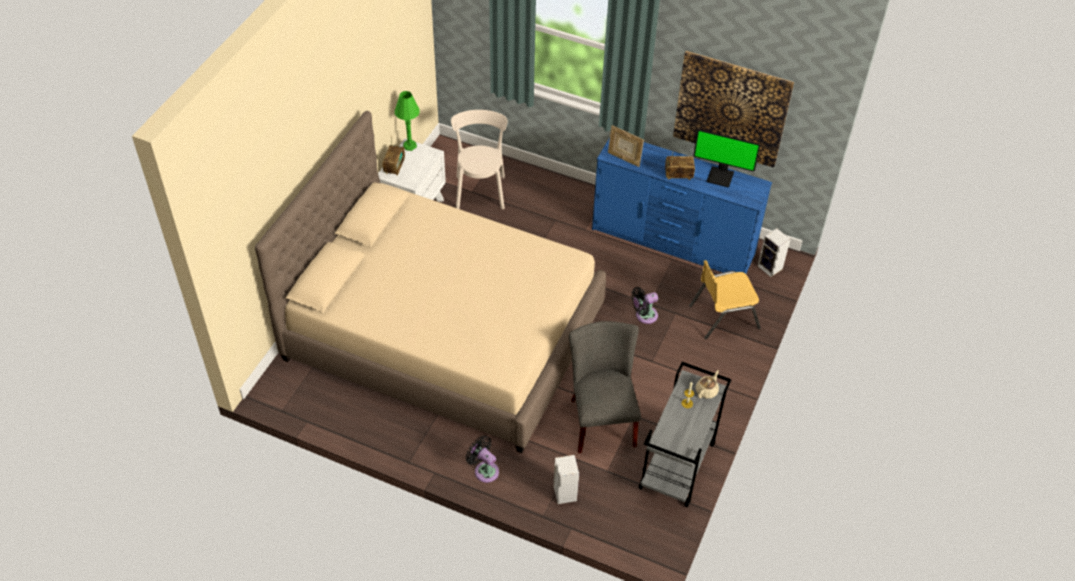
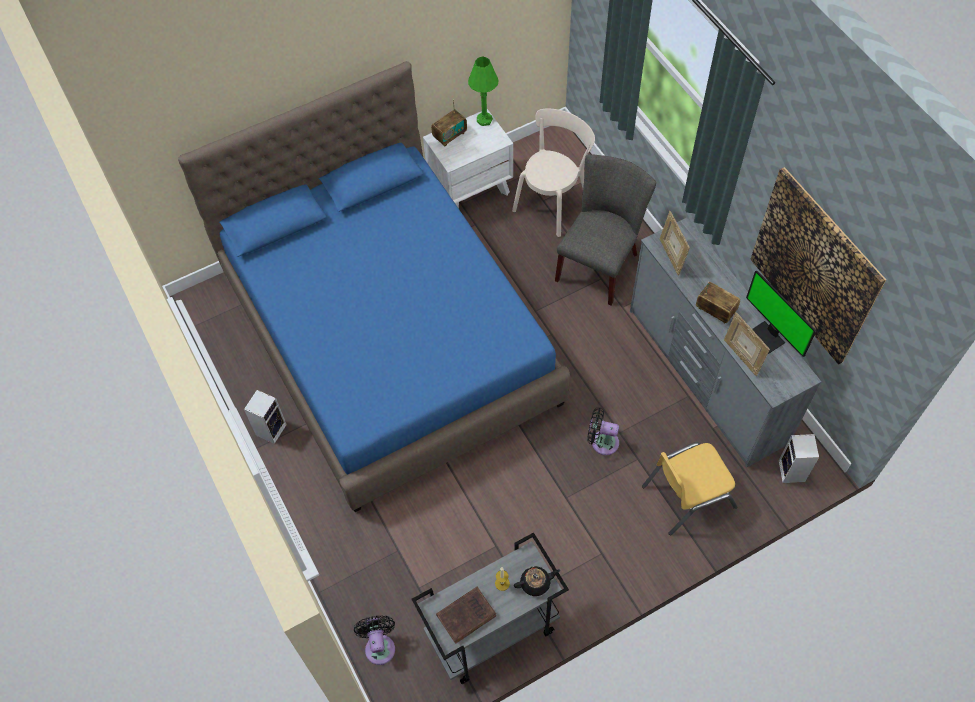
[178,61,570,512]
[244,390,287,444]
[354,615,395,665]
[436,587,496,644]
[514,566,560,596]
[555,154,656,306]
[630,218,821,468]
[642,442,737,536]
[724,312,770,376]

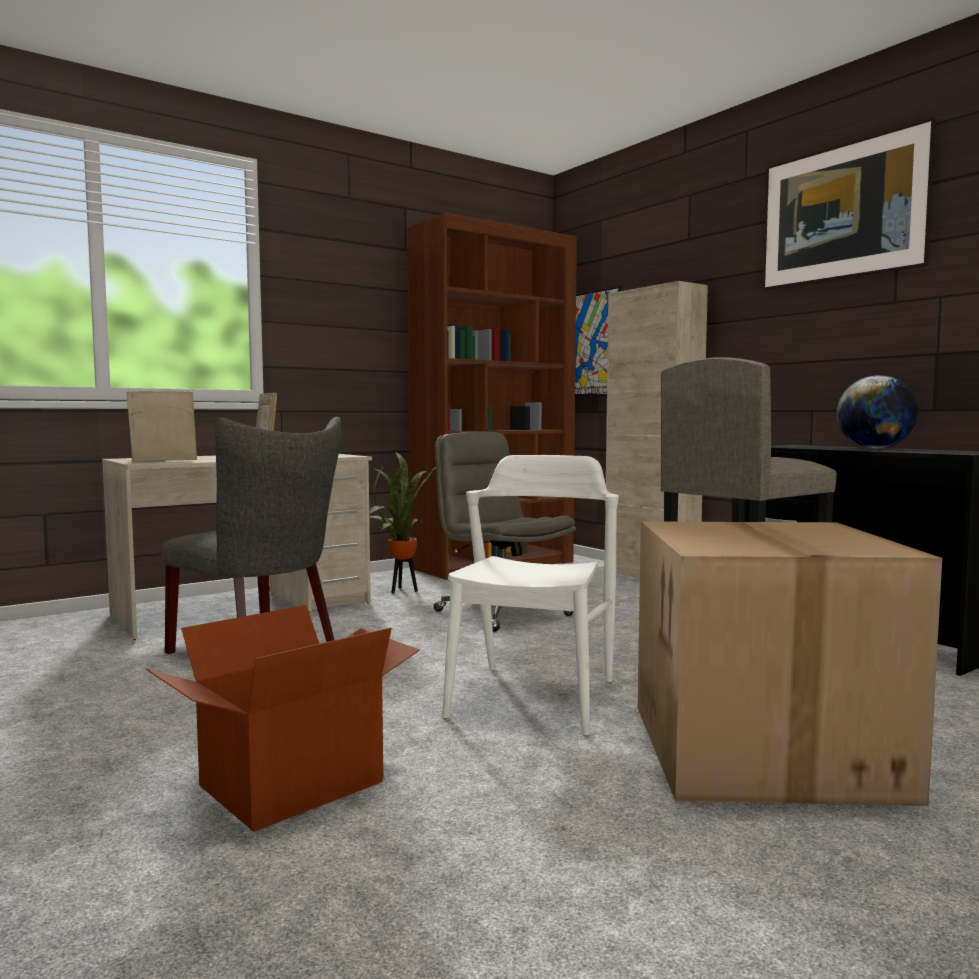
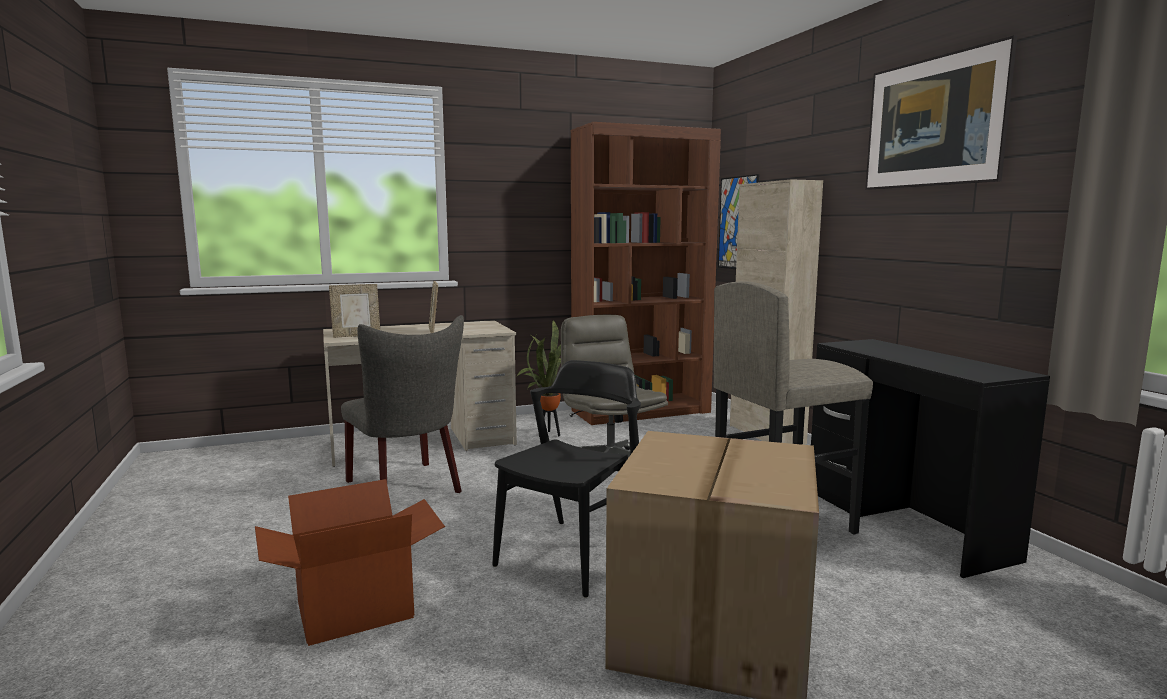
[329,284,380,338]
[492,360,641,598]
[837,375,918,449] (first image)

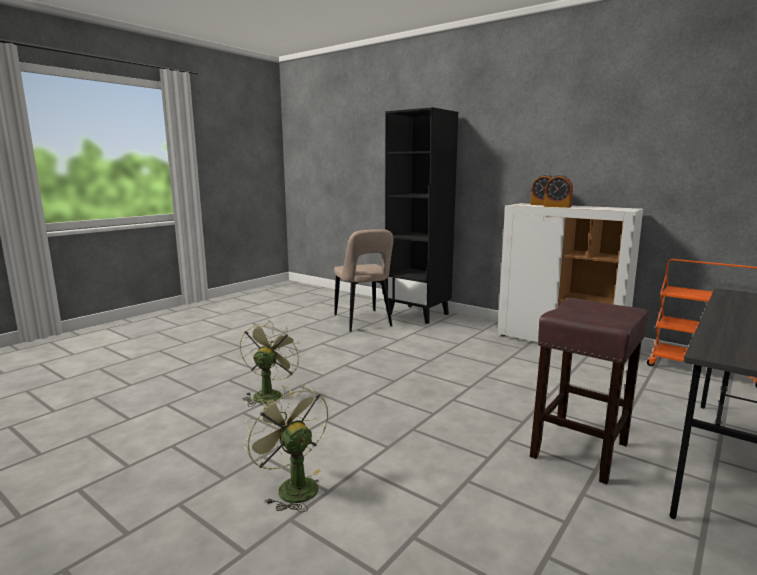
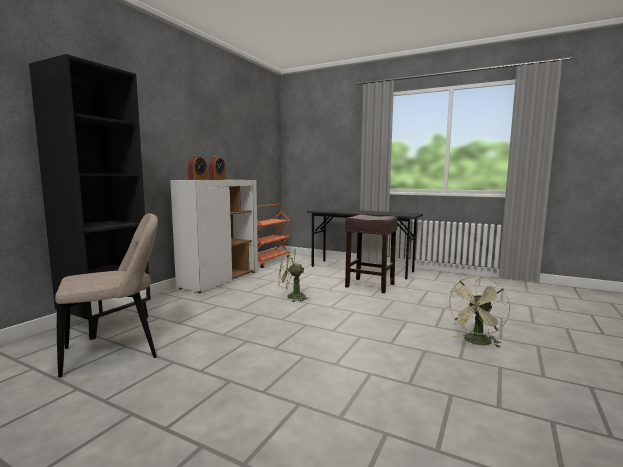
[278,248,308,302]

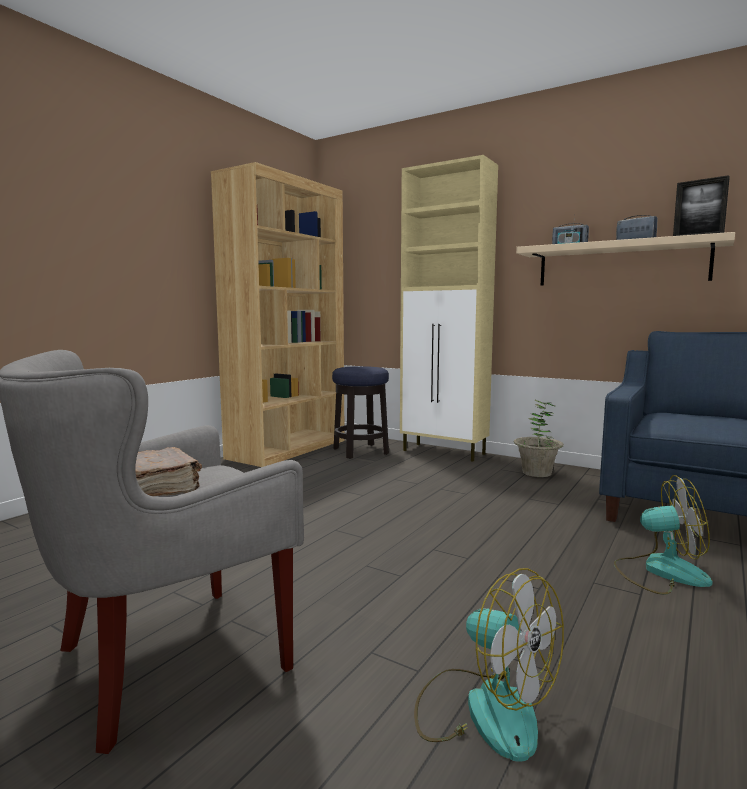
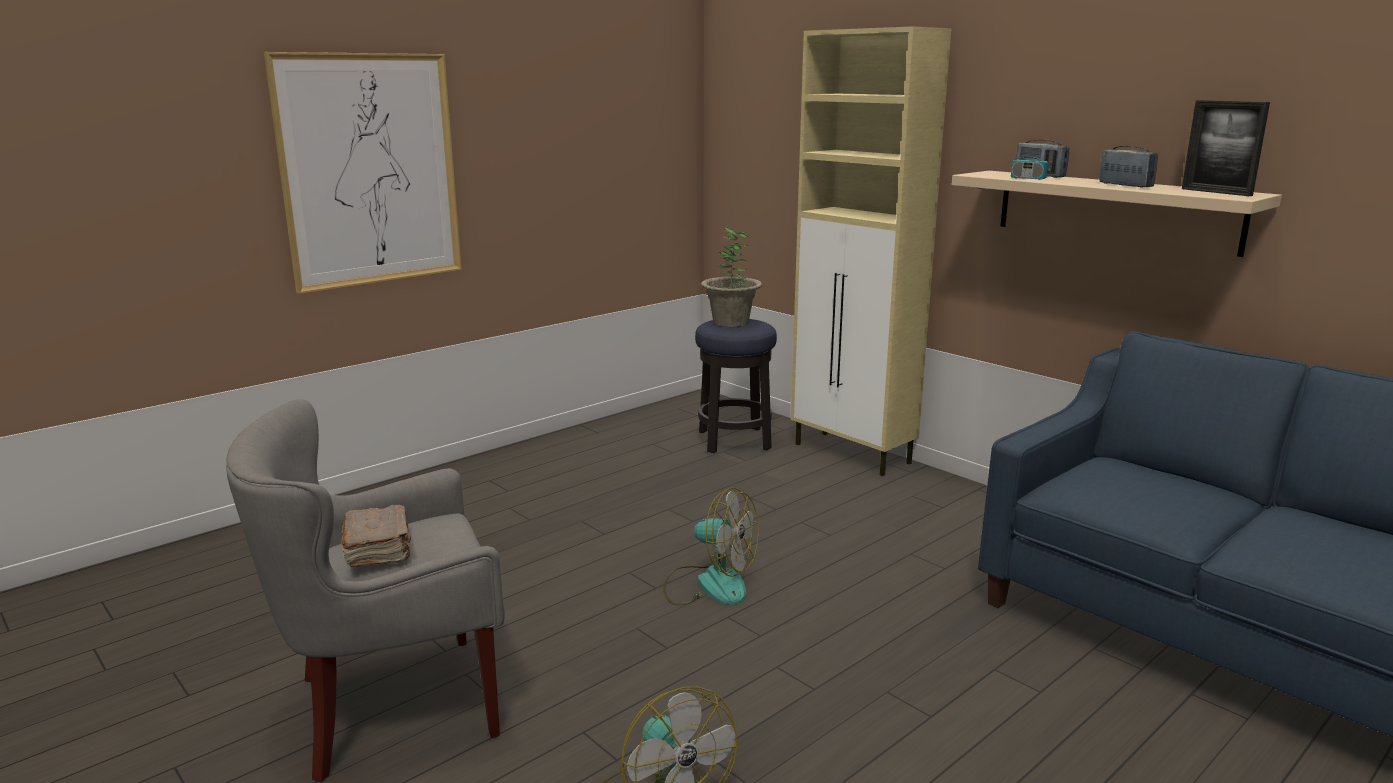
[264,52,462,294]
[663,487,759,605]
[701,227,762,327]
[211,162,345,467] (first image)

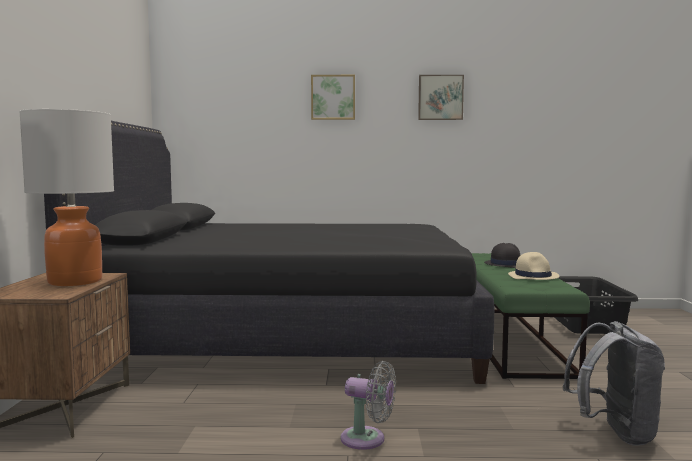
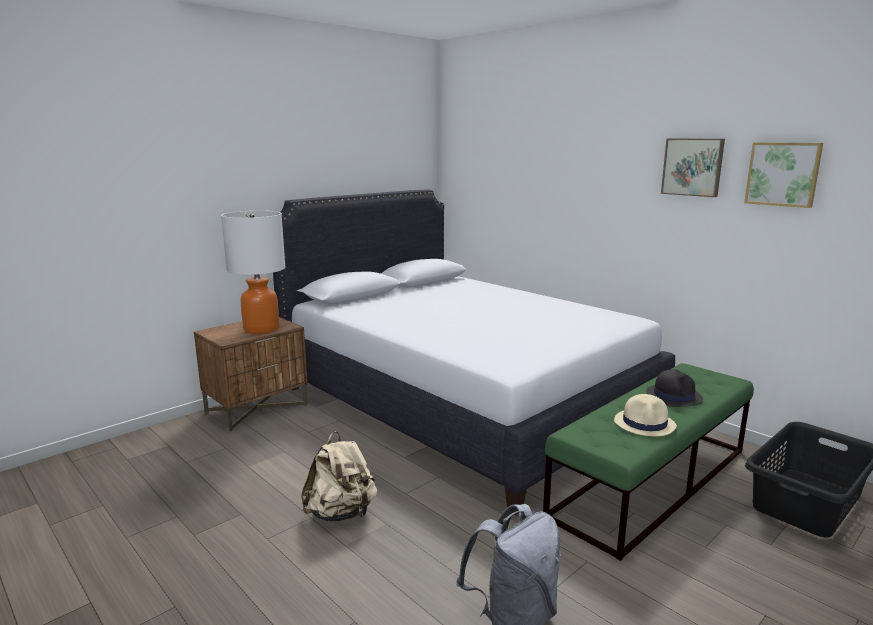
[273,189,675,515]
[301,431,377,521]
[744,142,823,208]

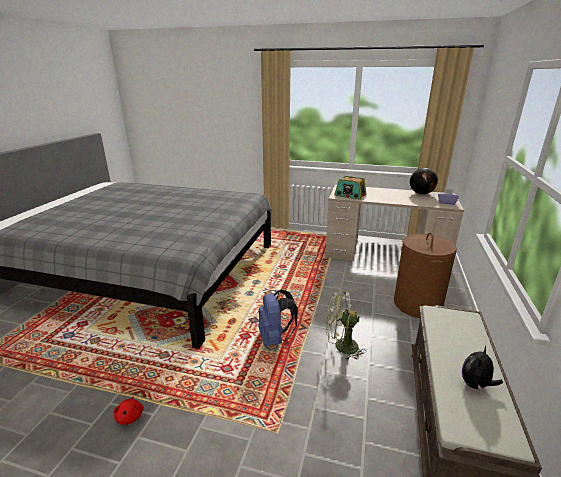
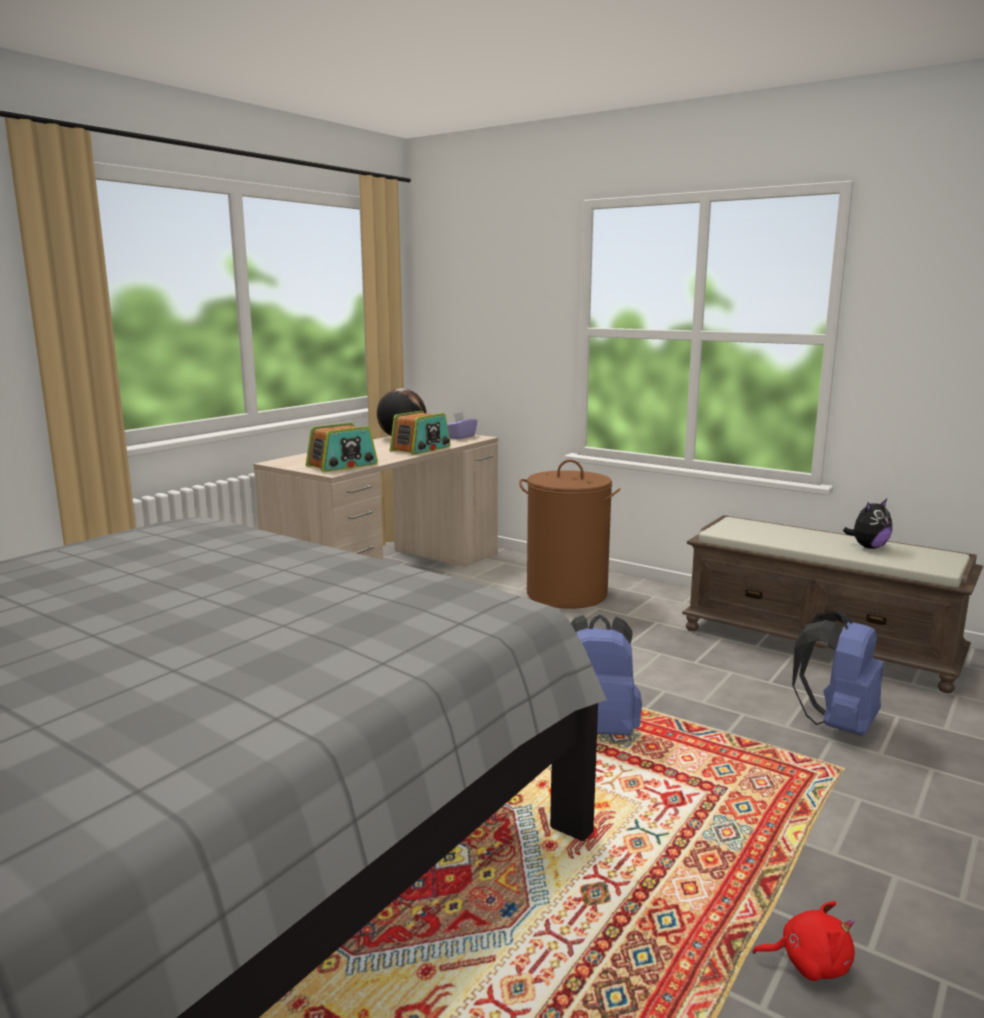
[390,411,450,455]
[792,610,884,736]
[843,499,892,549]
[326,290,366,361] (first image)

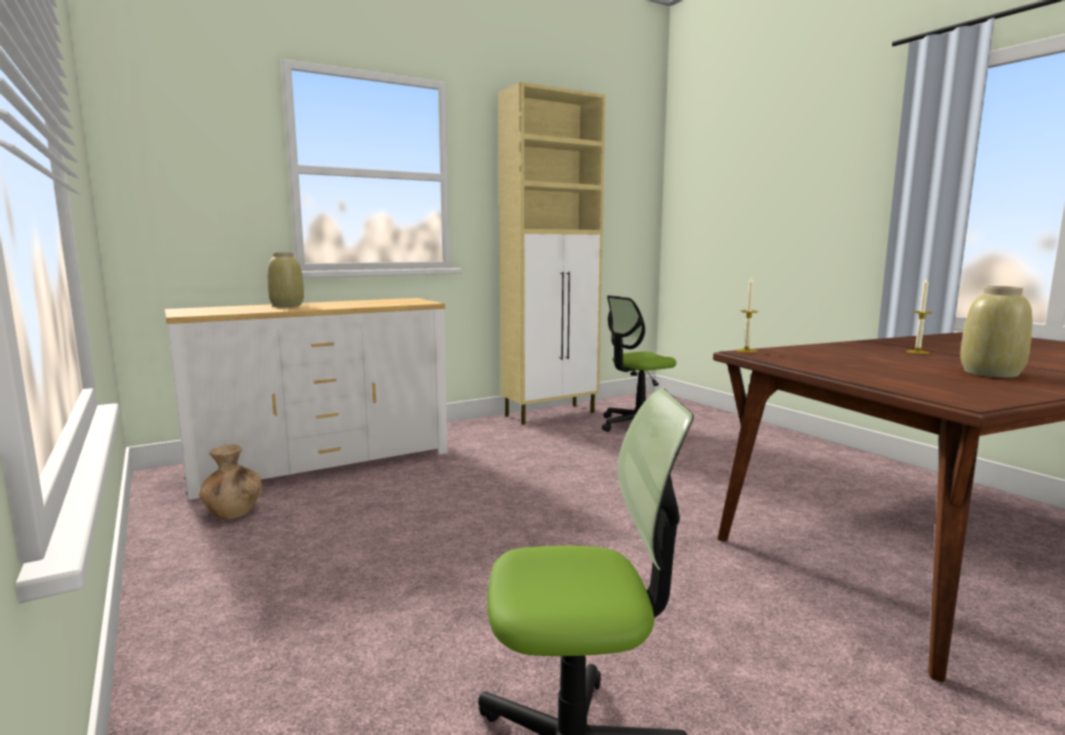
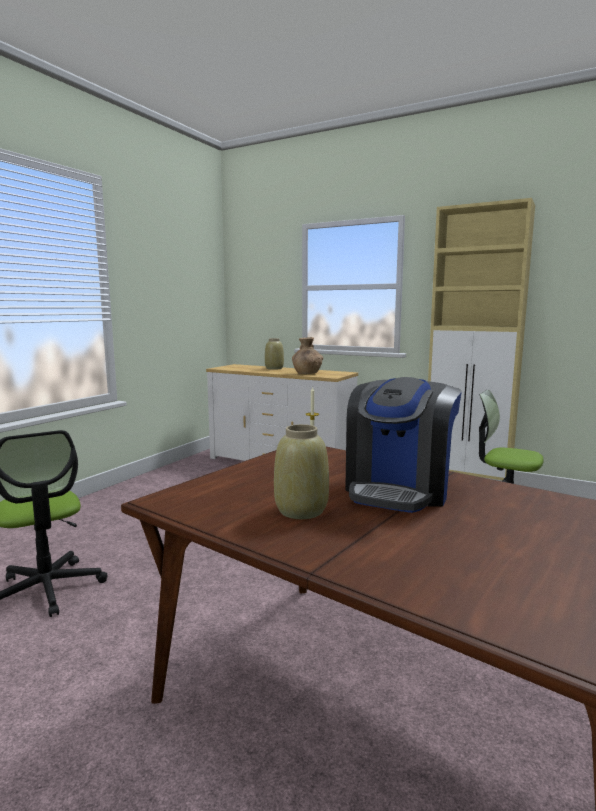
[292,337,323,374]
[345,377,462,513]

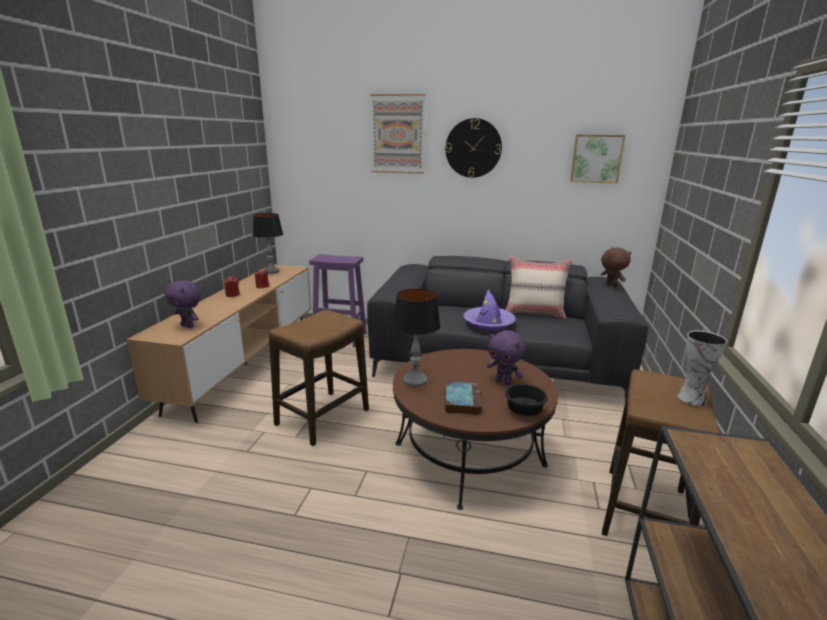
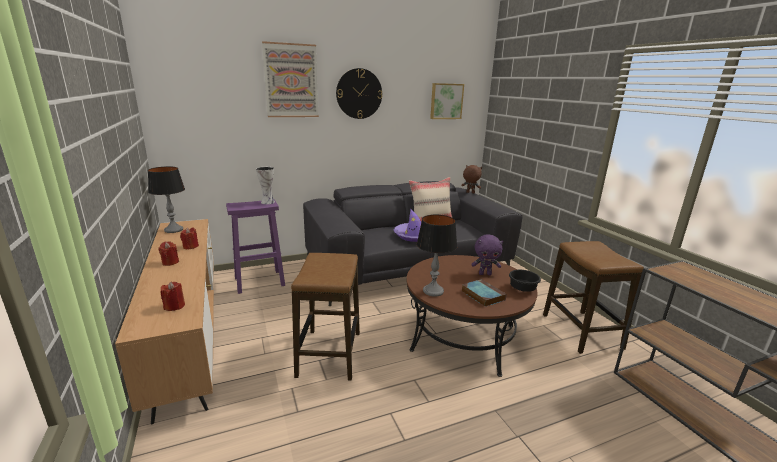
[160,281,185,311]
[256,167,275,204]

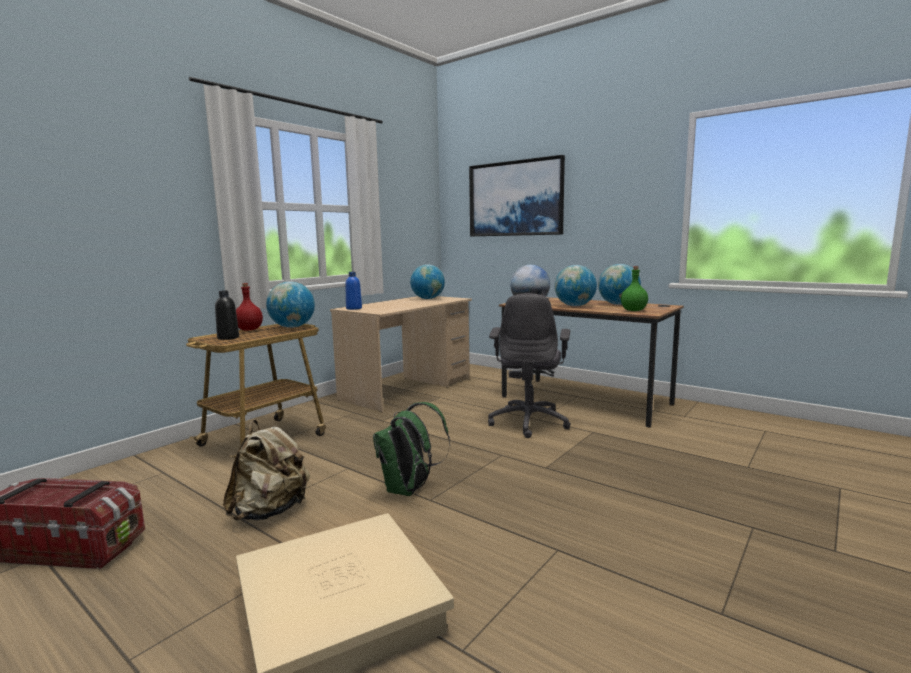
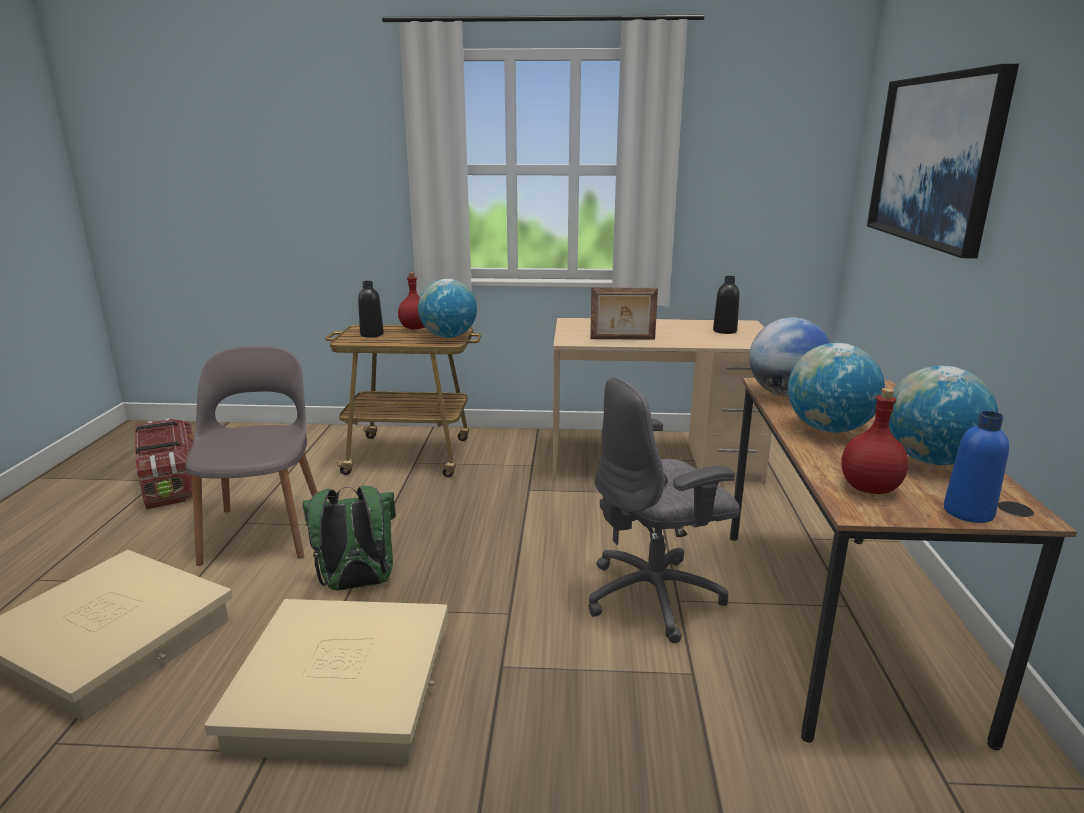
[185,346,318,566]
[204,599,448,764]
[590,287,658,340]
[713,276,740,334]
[841,388,908,494]
[944,411,1009,523]

